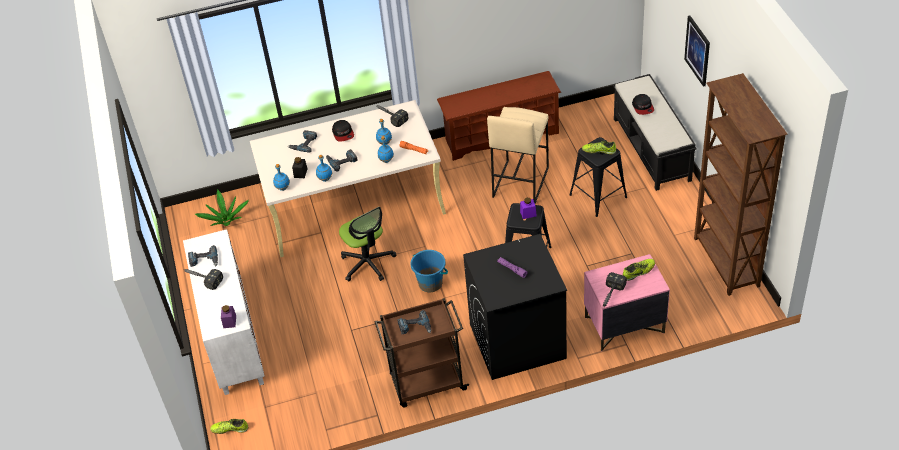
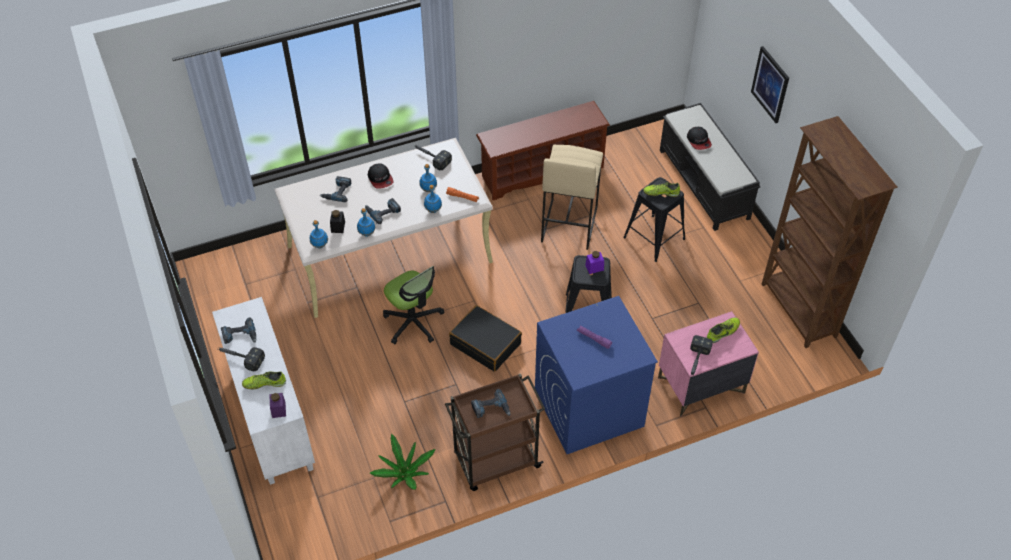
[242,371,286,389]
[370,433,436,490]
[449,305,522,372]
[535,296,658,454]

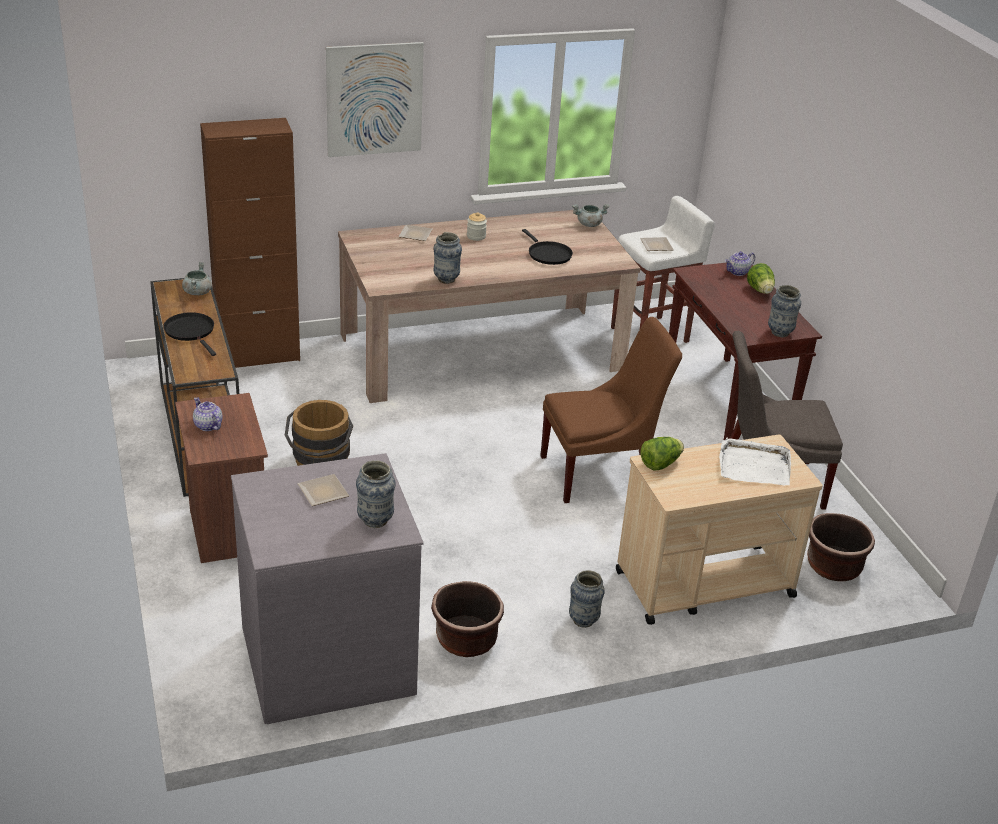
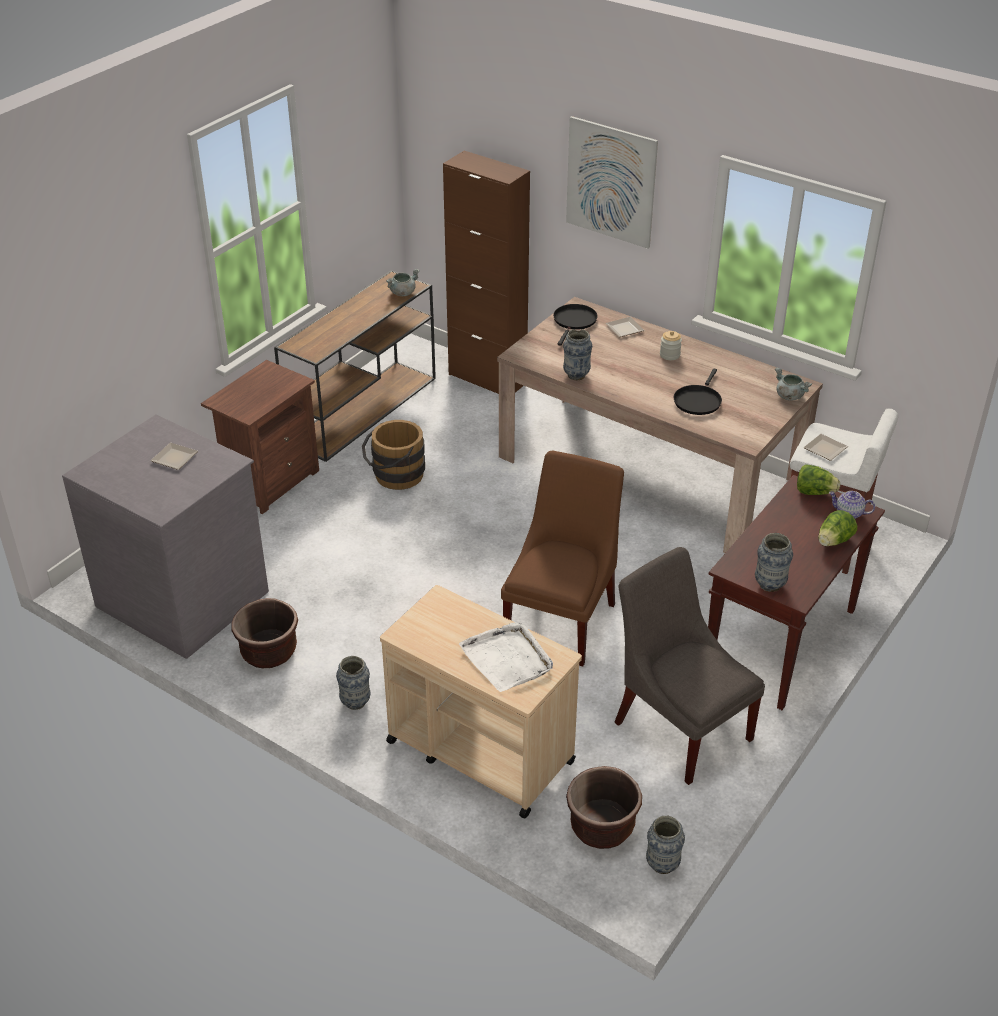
[501,451,624,667]
[553,304,598,346]
[646,816,685,874]
[797,464,840,495]
[193,397,223,431] (first image)

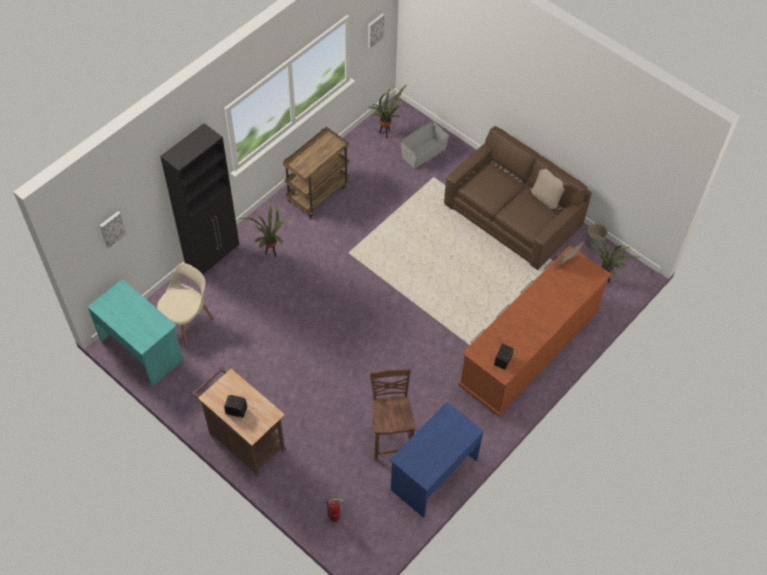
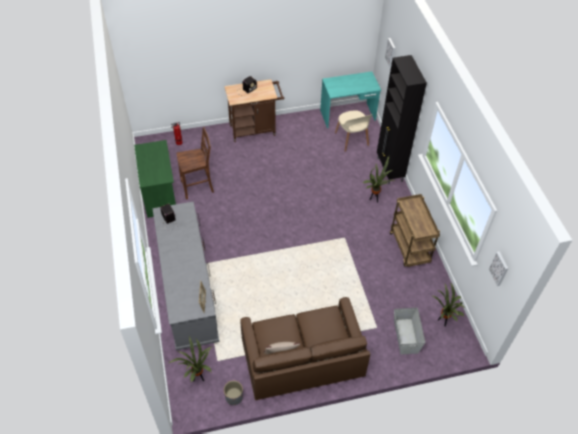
[134,140,176,218]
[153,201,219,351]
[177,127,214,200]

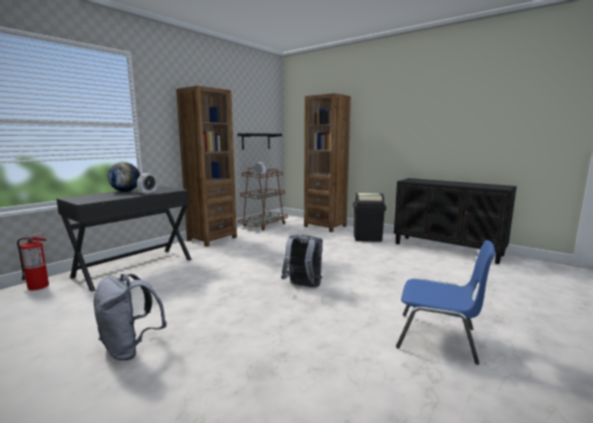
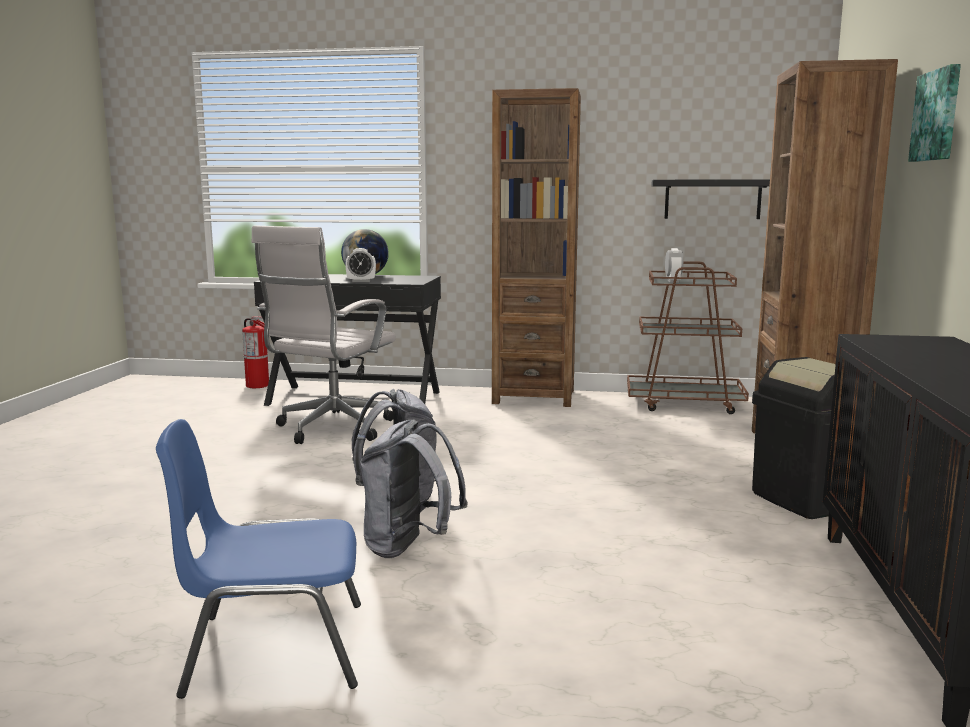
[156,419,361,699]
[252,226,396,444]
[360,419,468,558]
[908,64,961,162]

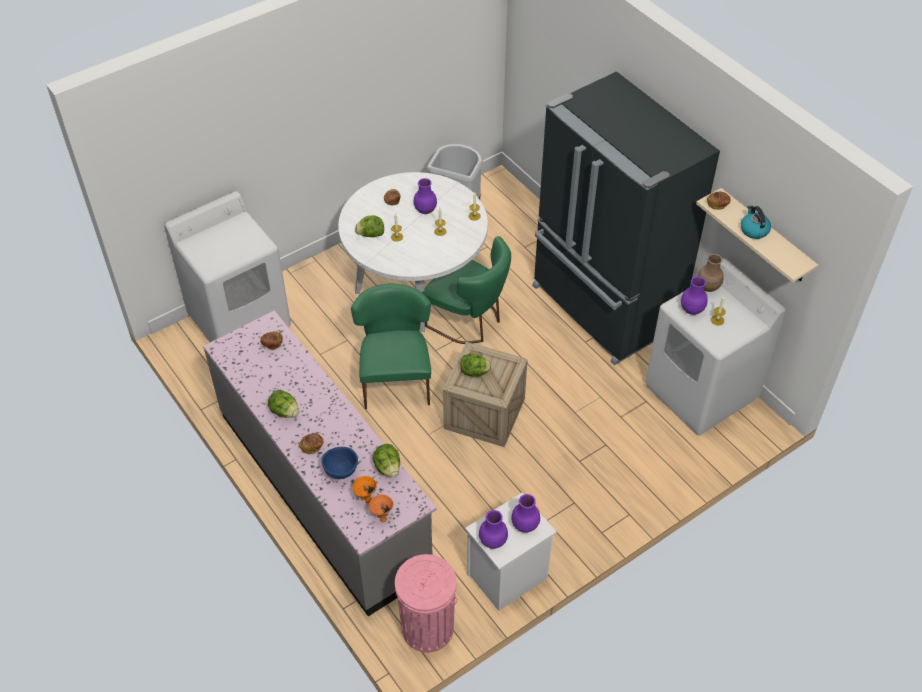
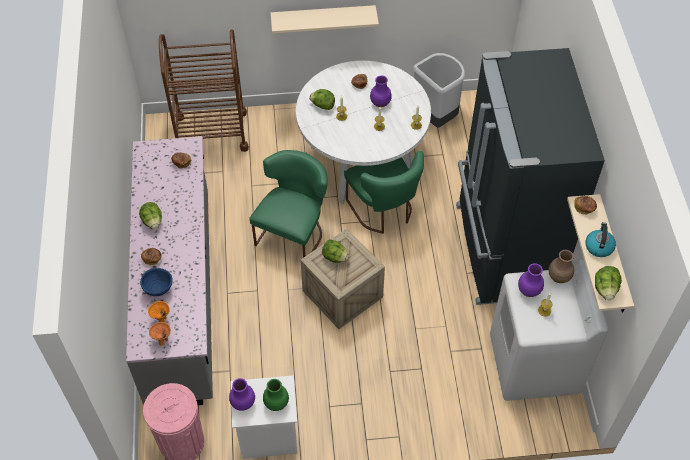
[159,29,249,152]
[263,379,289,411]
[271,5,379,34]
[595,266,622,300]

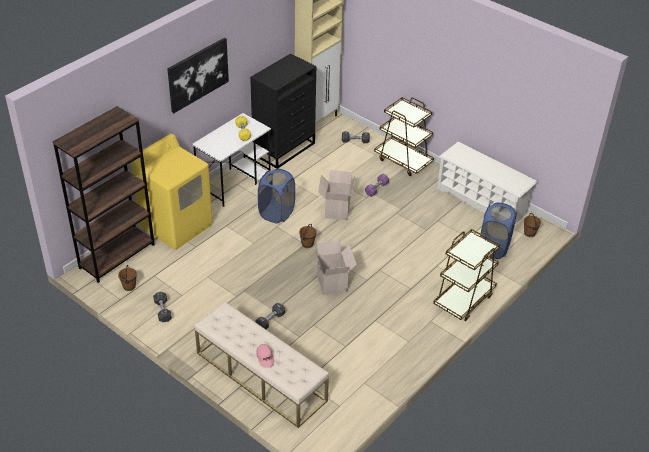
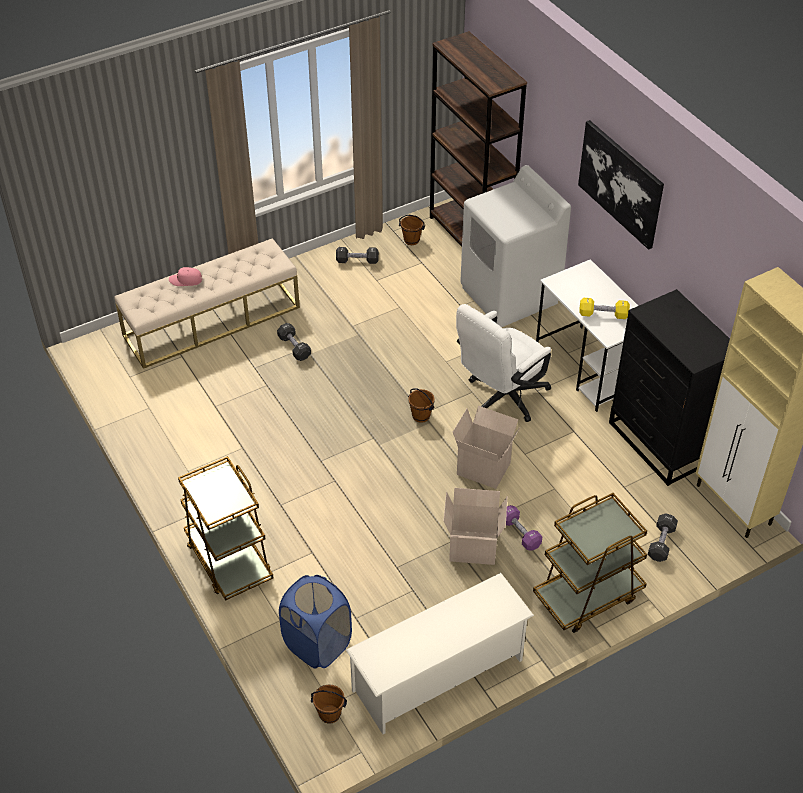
[443,488,507,565]
[456,304,551,422]
[460,165,571,327]

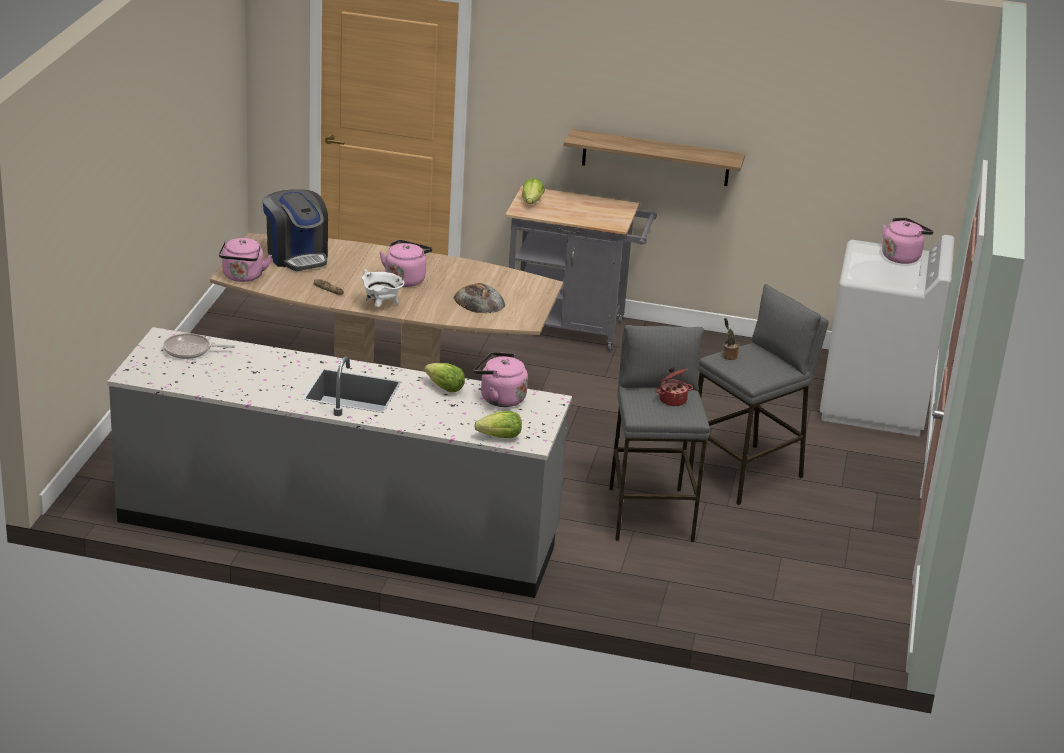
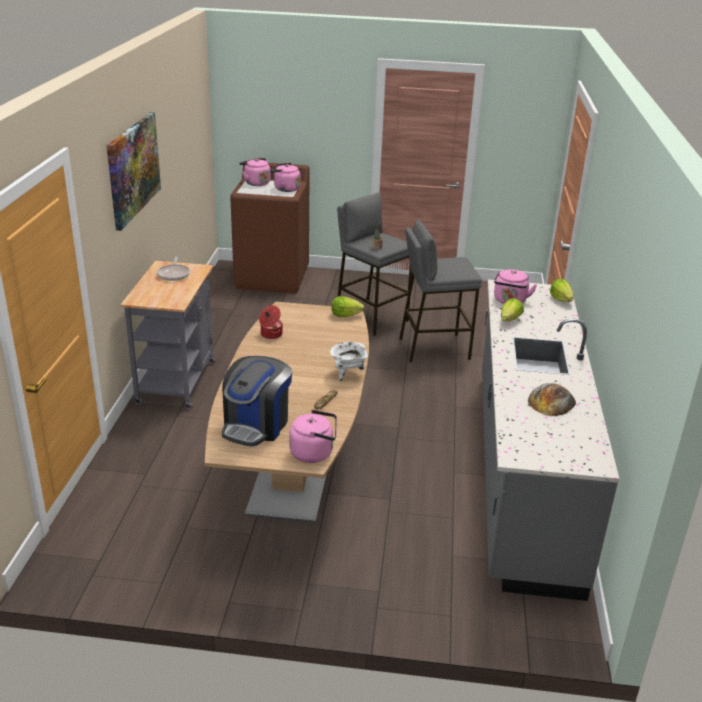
[107,112,161,231]
[157,257,190,281]
[222,356,292,447]
[230,163,310,294]
[259,305,283,339]
[270,163,300,192]
[331,296,364,317]
[528,383,576,416]
[564,129,745,186] (first image)

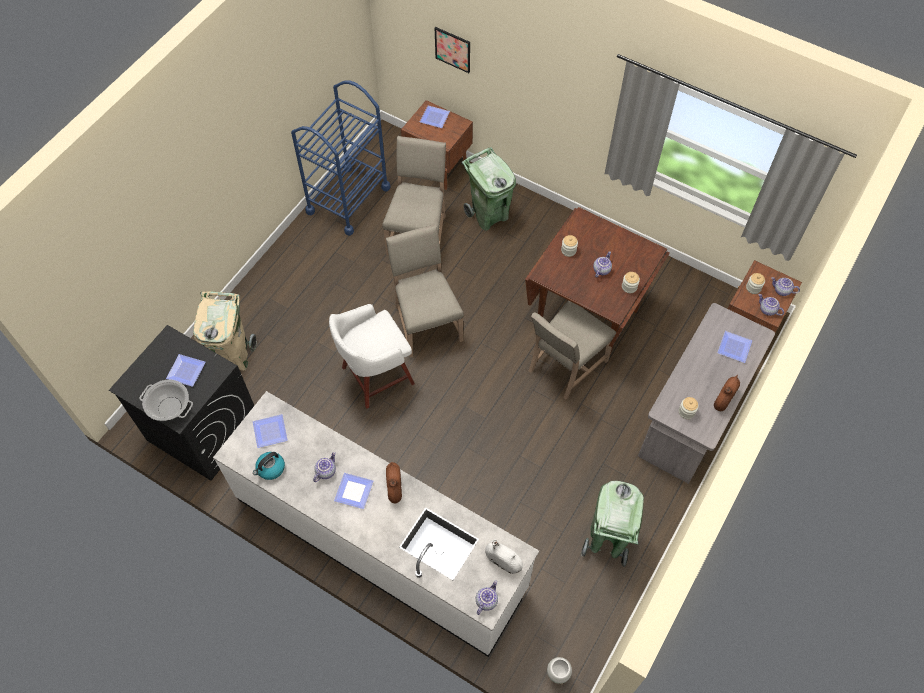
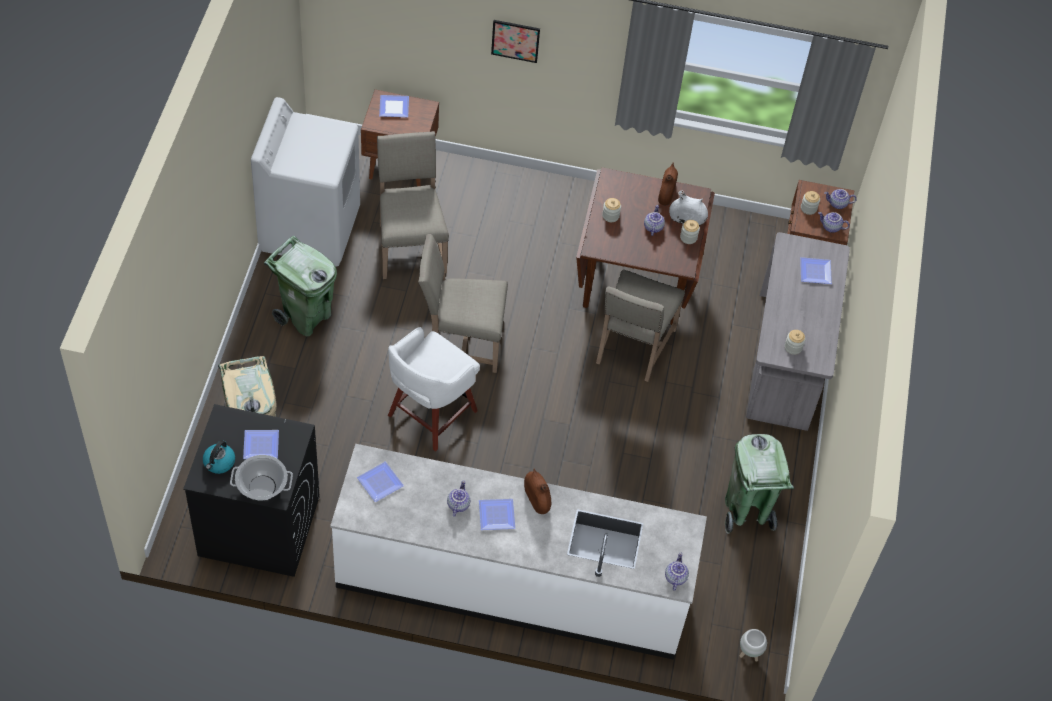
[203,440,235,474]
[251,97,360,266]
[264,236,337,337]
[418,234,508,373]
[491,20,540,63]
[658,163,678,205]
[669,191,708,226]

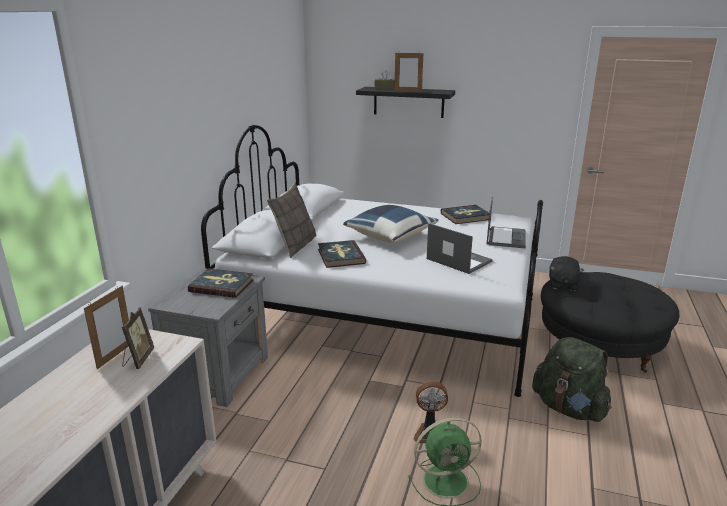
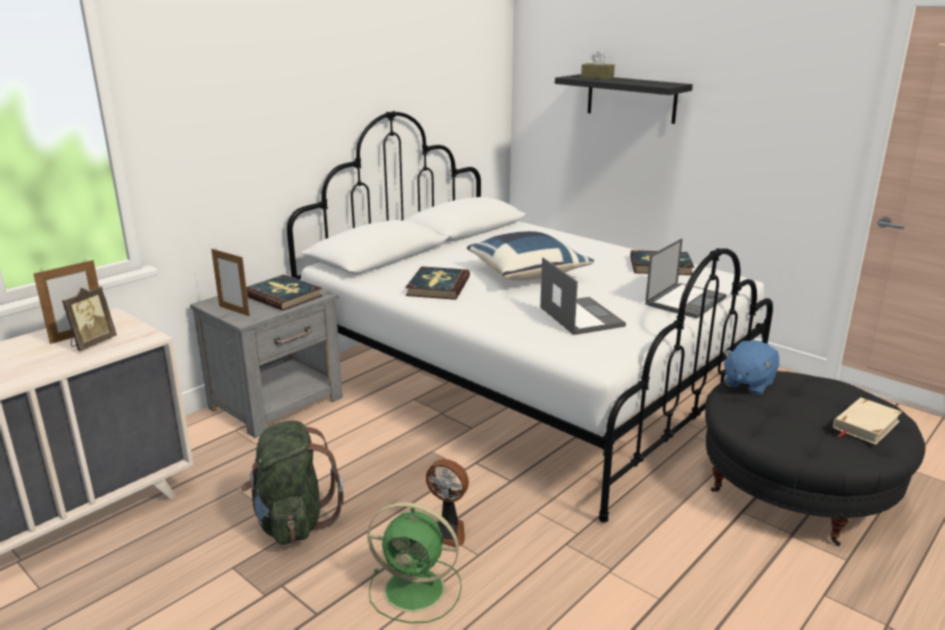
[211,248,250,316]
[240,421,344,545]
[723,340,779,395]
[833,397,902,445]
[267,183,317,258] (first image)

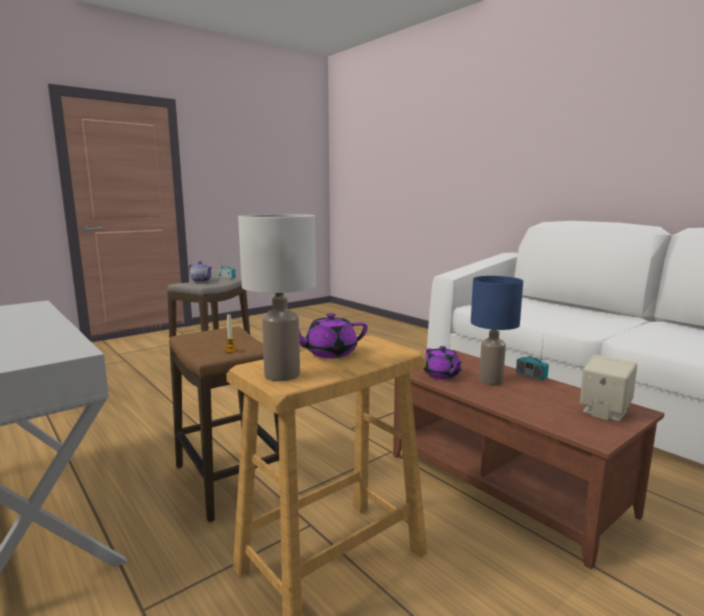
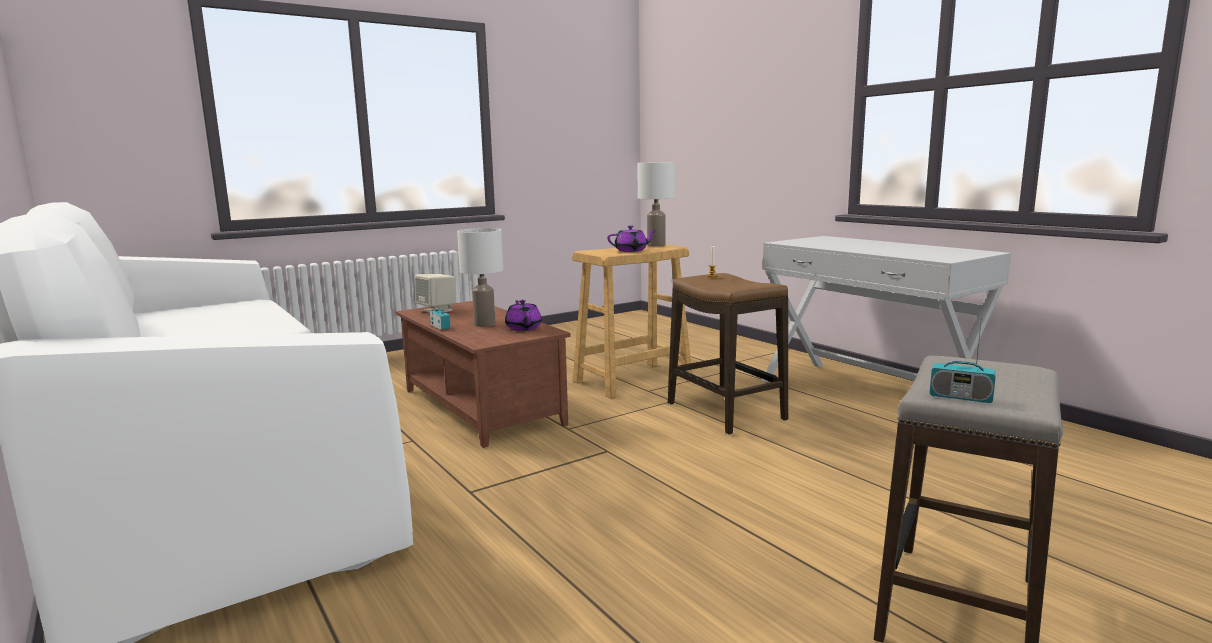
[457,228,503,327]
[188,261,212,282] (first image)

